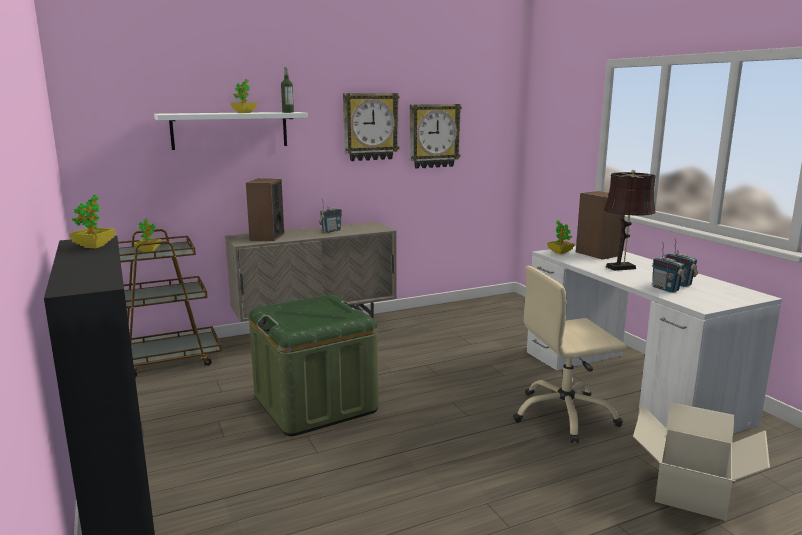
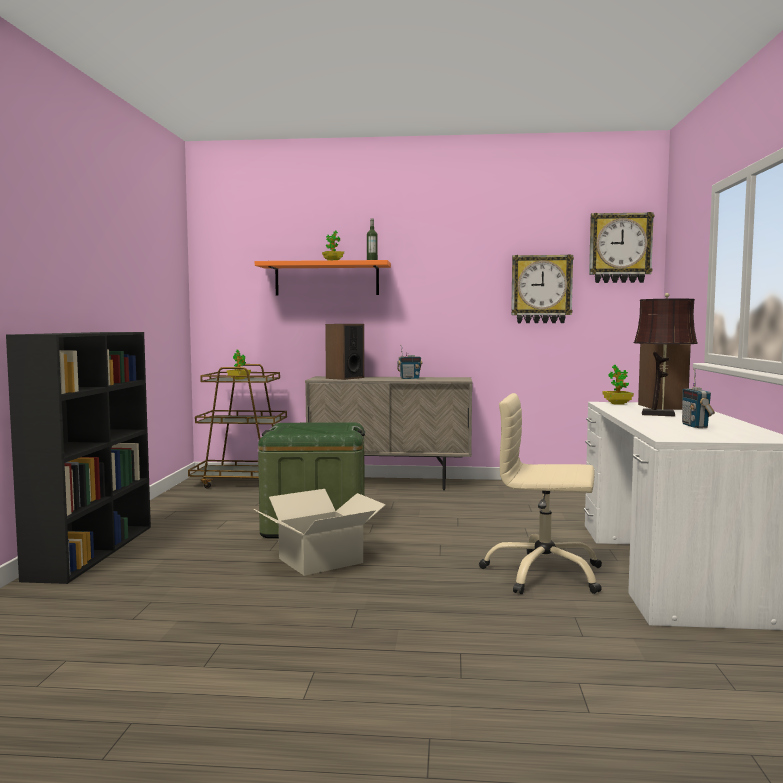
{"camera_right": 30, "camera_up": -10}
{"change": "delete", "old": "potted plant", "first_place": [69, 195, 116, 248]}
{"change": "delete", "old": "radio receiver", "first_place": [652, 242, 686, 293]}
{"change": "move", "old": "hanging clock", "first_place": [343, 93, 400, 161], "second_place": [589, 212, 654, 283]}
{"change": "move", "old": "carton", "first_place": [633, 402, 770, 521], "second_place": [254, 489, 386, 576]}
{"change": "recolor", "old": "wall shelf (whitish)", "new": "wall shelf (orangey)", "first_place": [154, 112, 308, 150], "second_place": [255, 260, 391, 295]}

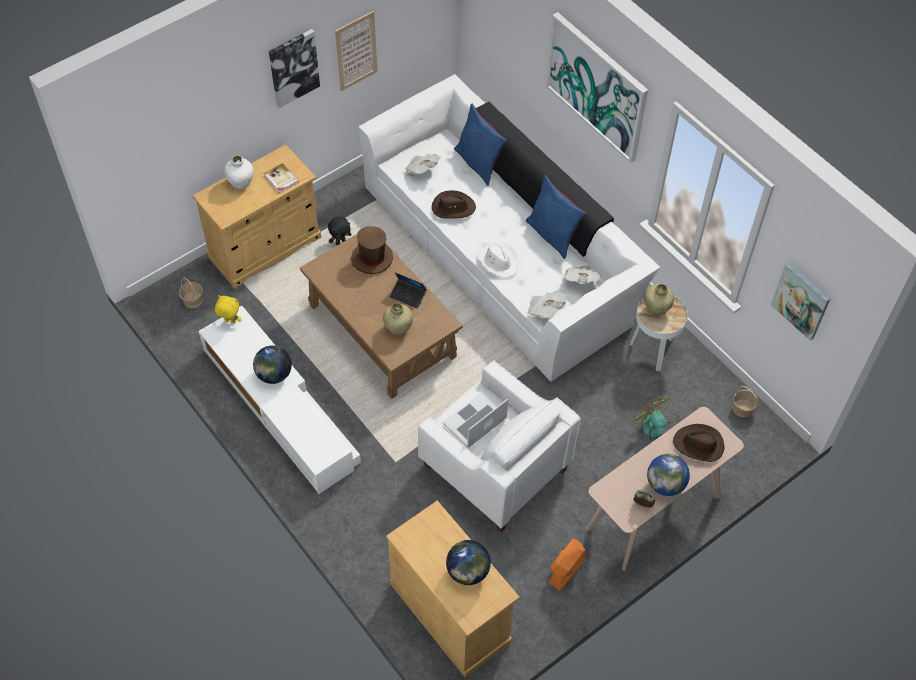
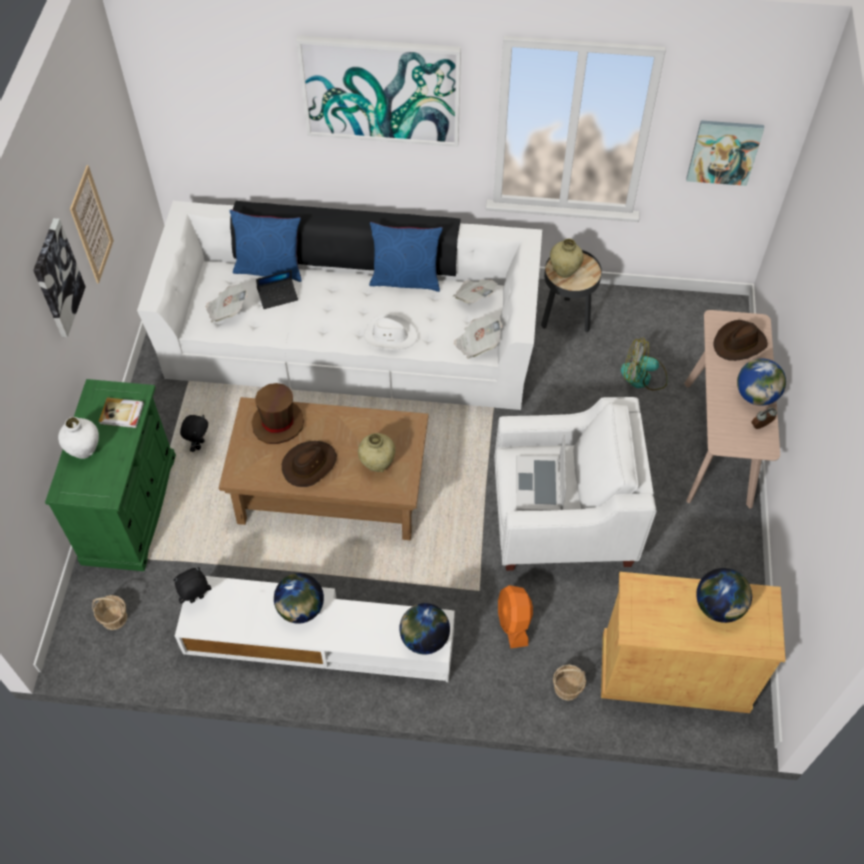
{"camera_right": -45, "camera_up": 0}
{"change": "insert", "new": "globe", "second_place": [399, 603, 450, 655]}
{"change": "move", "old": "laptop", "first_place": [390, 272, 427, 309], "second_place": [256, 270, 298, 309]}
{"change": "move", "old": "wearable hat (brown)", "first_place": [432, 190, 476, 219], "second_place": [282, 441, 337, 487]}
{"change": "move", "old": "cooling fan (orangey)", "first_place": [548, 539, 586, 591], "second_place": [498, 585, 533, 648]}
{"change": "move", "old": "basket", "first_place": [733, 385, 758, 417], "second_place": [553, 665, 586, 701]}
{"change": "recolor", "old": "cabinet (beige)", "new": "cabinet (green)", "first_place": [193, 145, 321, 288], "second_place": [45, 379, 176, 571]}
{"change": "recolor", "old": "plush toy (yellowish)", "new": "plush toy (black)", "first_place": [215, 295, 242, 324], "second_place": [173, 567, 212, 604]}
{"change": "recolor", "old": "side table (whitish)", "new": "side table (black)", "first_place": [630, 296, 688, 371], "second_place": [541, 250, 602, 332]}

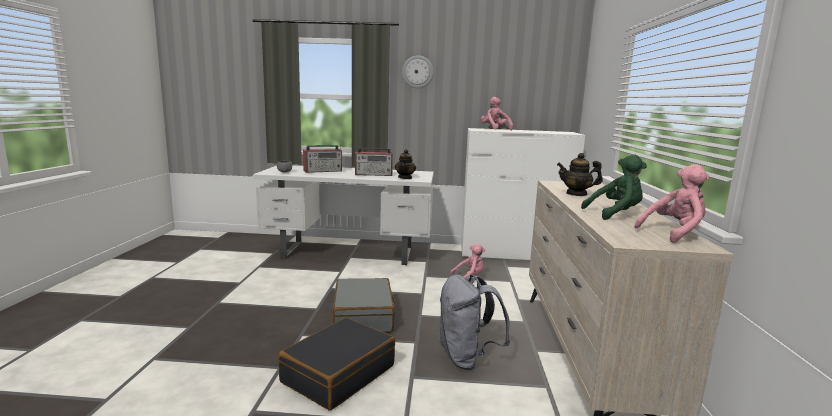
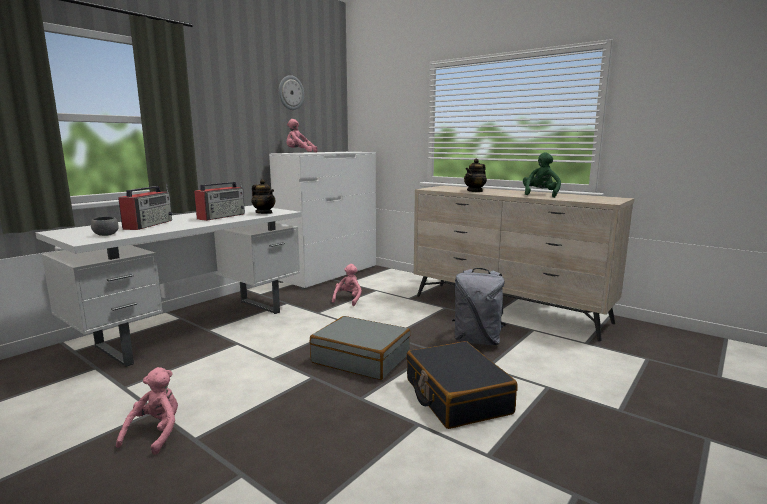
{"camera_right": -55, "camera_up": 0}
{"change": "move", "old": "hanging clock", "first_place": [402, 55, 434, 88], "second_place": [279, 75, 304, 110]}
{"change": "move", "old": "plush toy (pinkish)", "first_place": [634, 164, 709, 243], "second_place": [116, 367, 178, 455]}

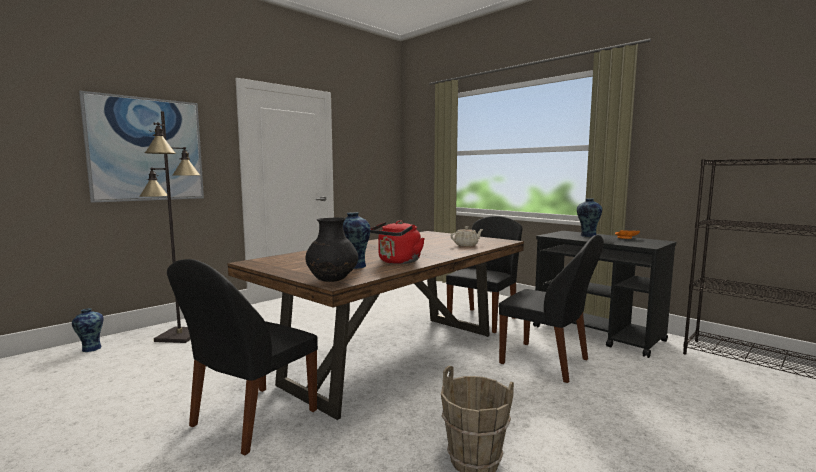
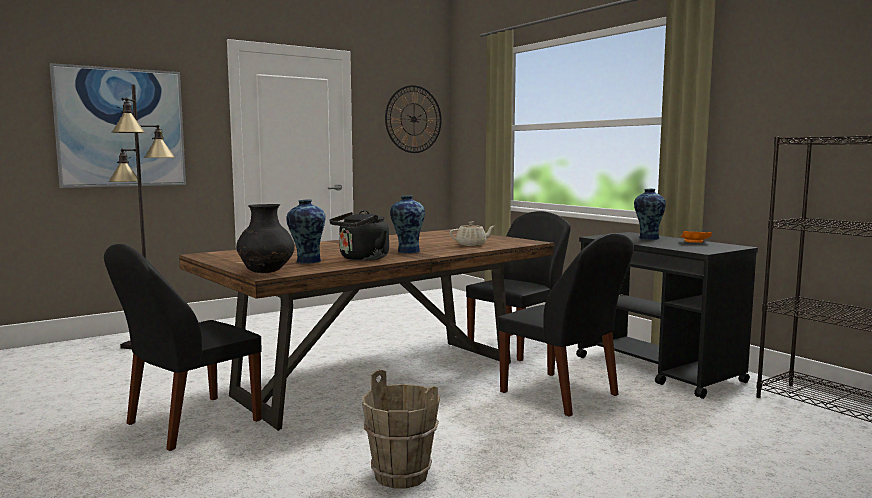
{"camera_right": 10, "camera_up": 0}
{"change": "insert", "new": "hanging clock", "second_place": [385, 85, 442, 153]}
{"change": "move", "old": "flower vase", "first_place": [72, 308, 104, 352], "second_place": [390, 195, 425, 253]}
{"change": "recolor", "old": "tea kettle (red-coloured)", "new": "tea kettle (black)", "first_place": [370, 220, 425, 264], "second_place": [329, 210, 389, 261]}

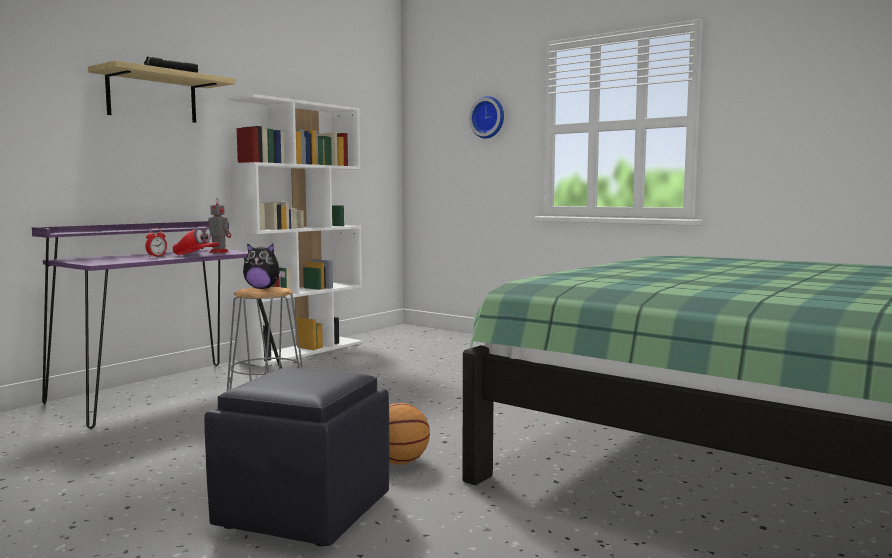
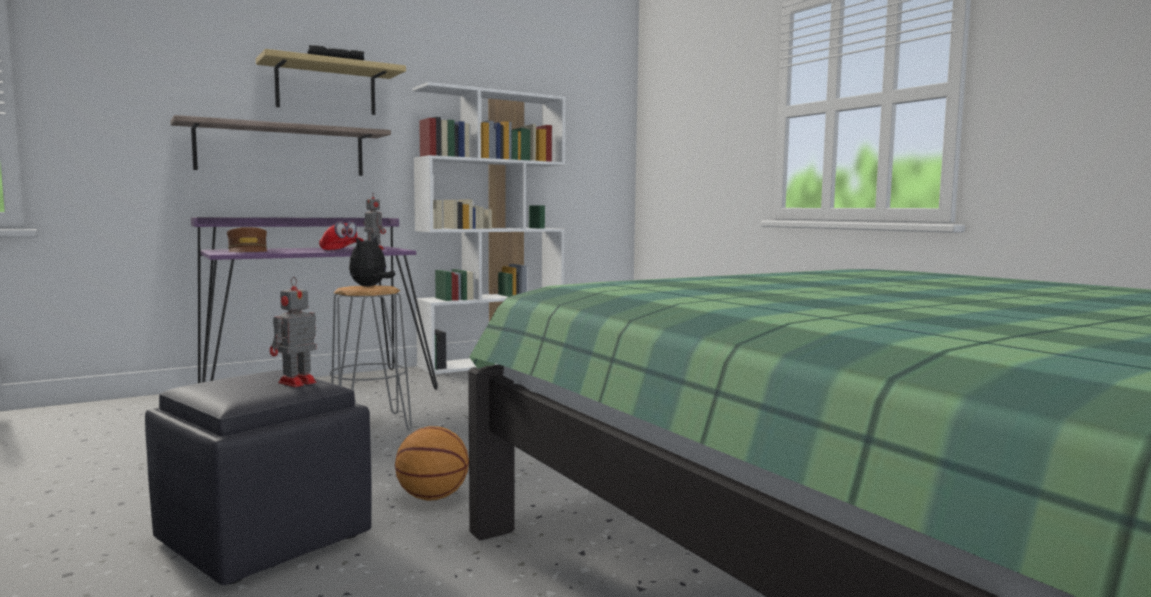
{"camera_right": 20, "camera_up": 0}
{"change": "delete", "old": "alarm clock", "first_place": [145, 228, 167, 257]}
{"change": "delete", "old": "hanging clock", "first_place": [469, 96, 504, 139]}
{"change": "insert", "new": "wall shelf", "second_place": [170, 115, 391, 176]}
{"change": "insert", "new": "baseball cap (brown)", "second_place": [227, 227, 267, 252]}
{"change": "insert", "new": "toy robot", "second_place": [270, 277, 317, 387]}
{"change": "rotate", "old": "plush toy", "first_place": [243, 243, 286, 289], "second_place": [349, 237, 396, 287], "degrees": 90}

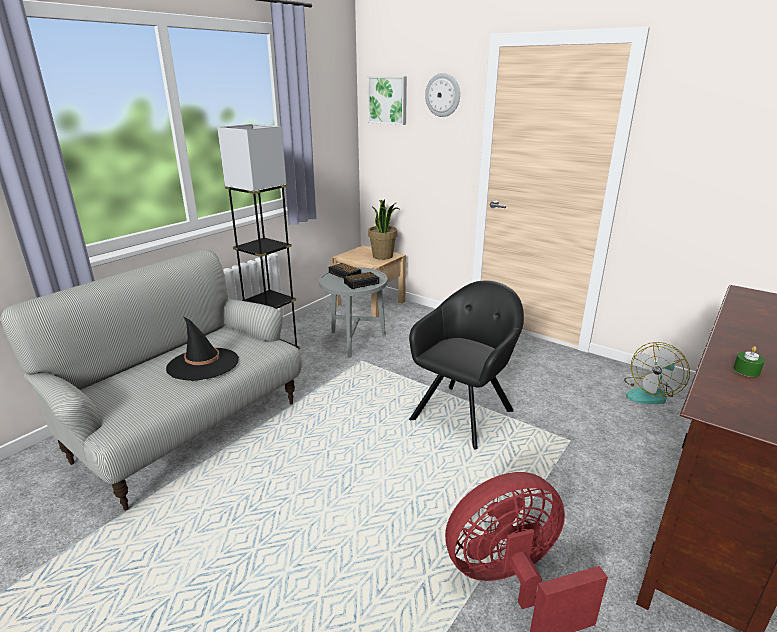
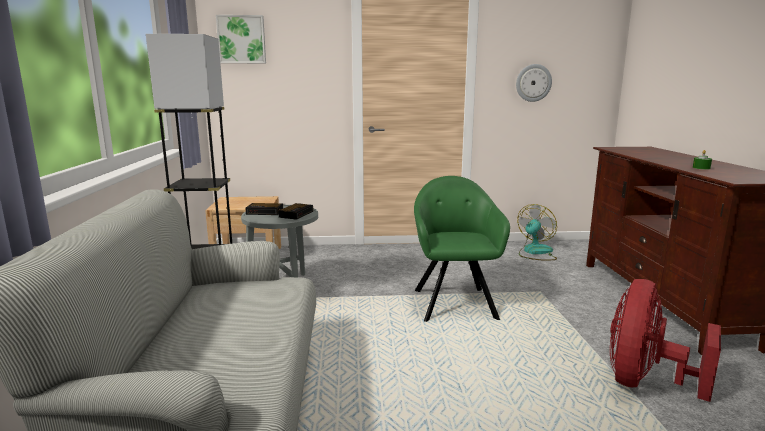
{"camera_right": -40, "camera_up": -10}
{"change": "delete", "old": "wearable hat (black)", "first_place": [166, 316, 239, 381]}
{"change": "delete", "old": "potted plant", "first_place": [368, 200, 399, 260]}
{"change": "move", "old": "hanging clock", "first_place": [425, 73, 460, 117], "second_place": [516, 64, 552, 102]}
{"change": "recolor", "old": "armchair (black)", "new": "armchair (green)", "first_place": [409, 281, 524, 450], "second_place": [414, 176, 510, 322]}
{"change": "rotate", "old": "cooling fan", "first_place": [624, 342, 690, 404], "second_place": [517, 204, 557, 261], "degrees": -150}

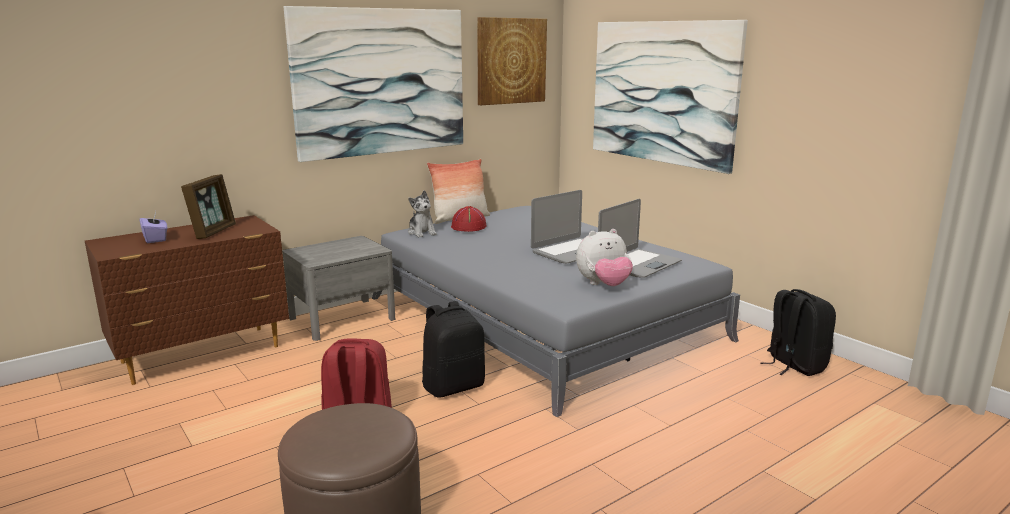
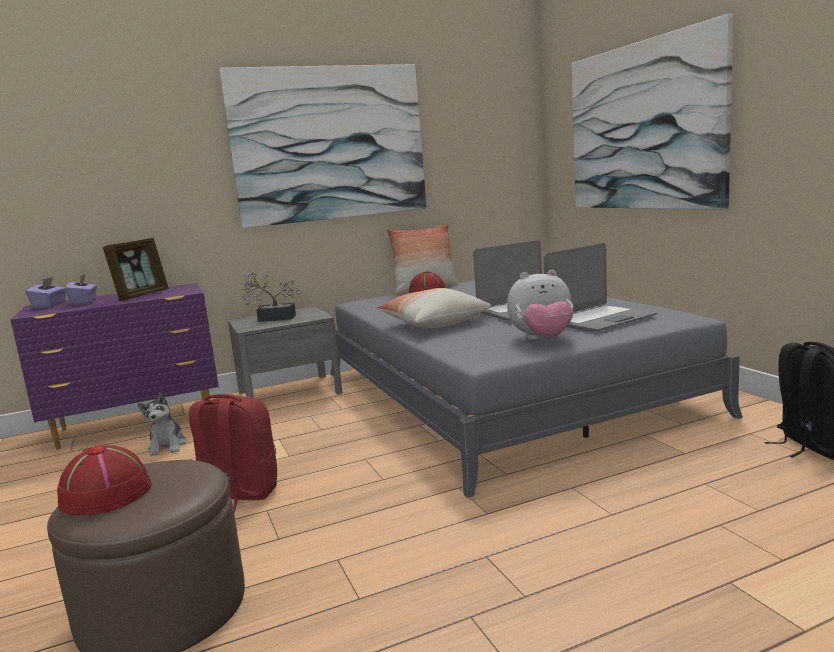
{"camera_right": 15, "camera_up": -5}
{"change": "delete", "old": "rucksack (black)", "first_place": [422, 301, 485, 398]}
{"change": "delete", "old": "wall art", "first_place": [477, 17, 547, 105]}
{"change": "insert", "new": "tissue holder (purplish)", "second_place": [26, 277, 66, 309]}
{"change": "insert", "new": "wearable hat (red-coloured)", "second_place": [57, 445, 152, 515]}
{"change": "insert", "new": "potted plant", "second_place": [240, 272, 301, 322]}
{"change": "insert", "new": "throw pillow", "second_place": [377, 288, 491, 328]}
{"change": "move", "old": "plush toy", "first_place": [408, 190, 437, 237], "second_place": [138, 392, 187, 456]}
{"change": "recolor", "old": "drawer chest (brown)", "new": "drawer chest (purplish)", "first_place": [85, 215, 289, 385], "second_place": [11, 283, 219, 450]}

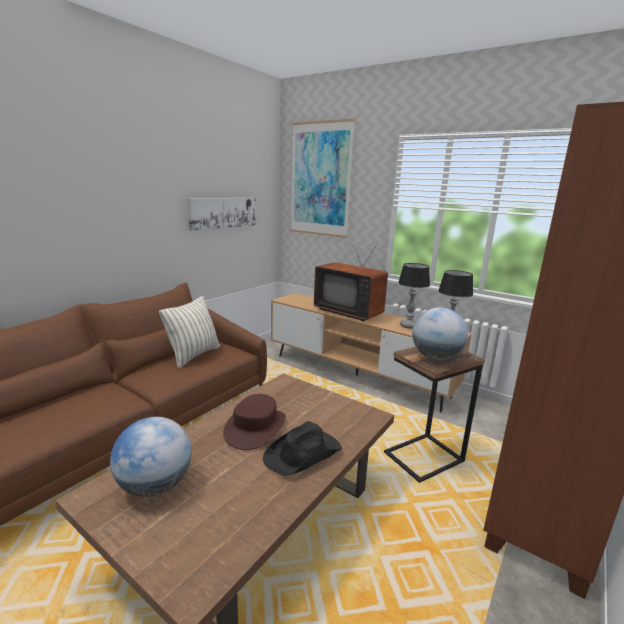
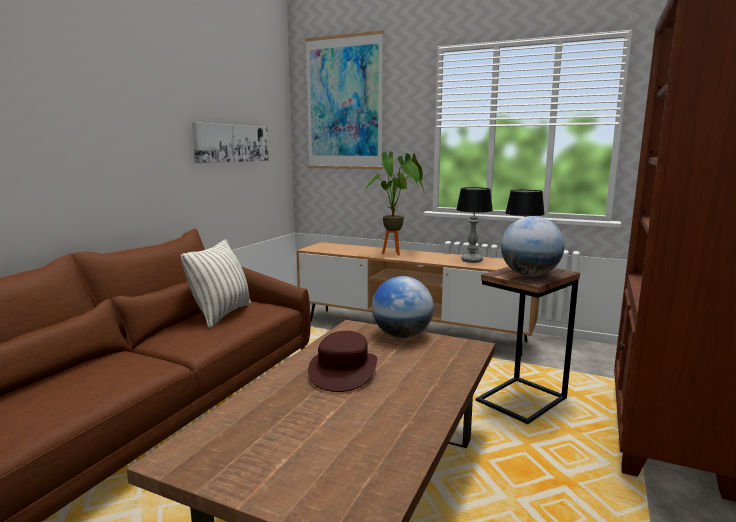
{"camera_right": -10, "camera_up": -5}
{"change": "delete", "old": "wearable hat (black)", "first_place": [263, 421, 342, 476]}
{"change": "move", "old": "globe", "first_place": [110, 417, 192, 497], "second_place": [372, 276, 434, 338]}
{"change": "replace", "old": "television", "new": "potted plant", "first_place": [314, 244, 388, 321], "second_place": [364, 151, 425, 256]}

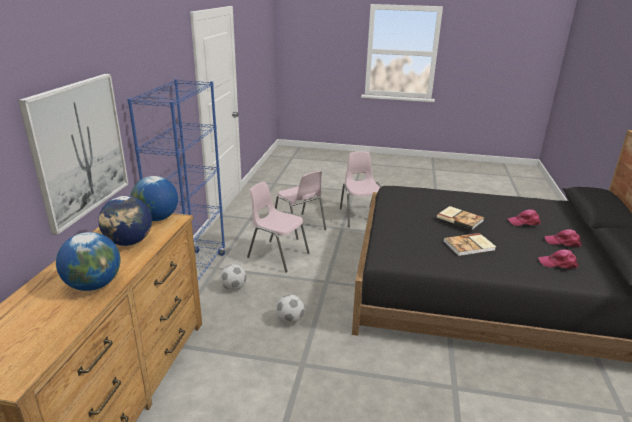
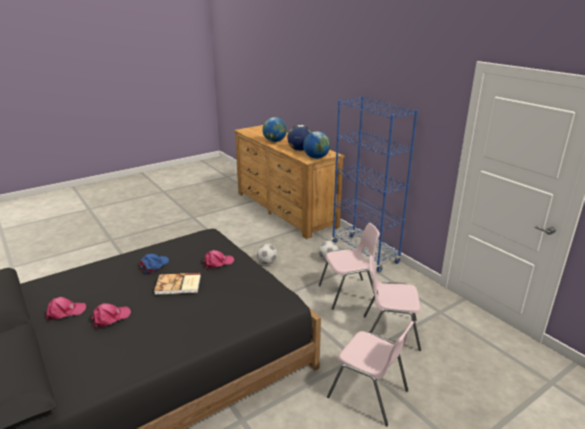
{"camera_right": 135, "camera_up": 0}
{"change": "delete", "old": "wall art", "first_place": [18, 74, 129, 235]}
{"change": "move", "old": "baseball cap (pinkish)", "first_place": [538, 249, 578, 269], "second_place": [203, 250, 234, 270]}
{"change": "replace", "old": "bound book", "new": "baseball cap (blue)", "first_place": [443, 233, 496, 256], "second_place": [140, 254, 169, 274]}

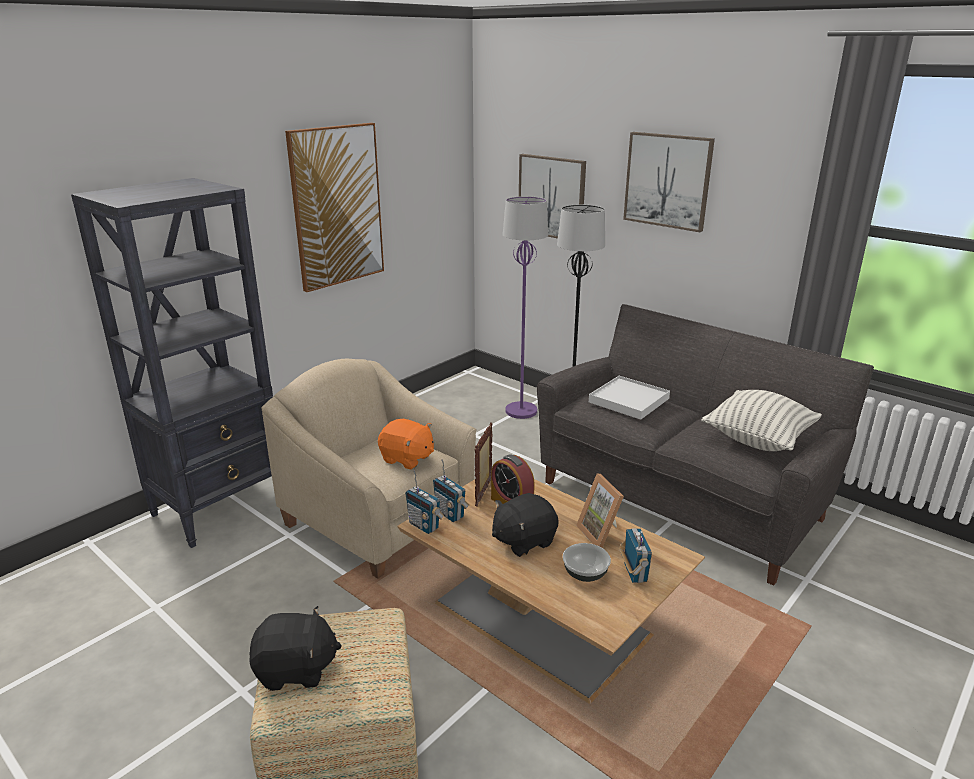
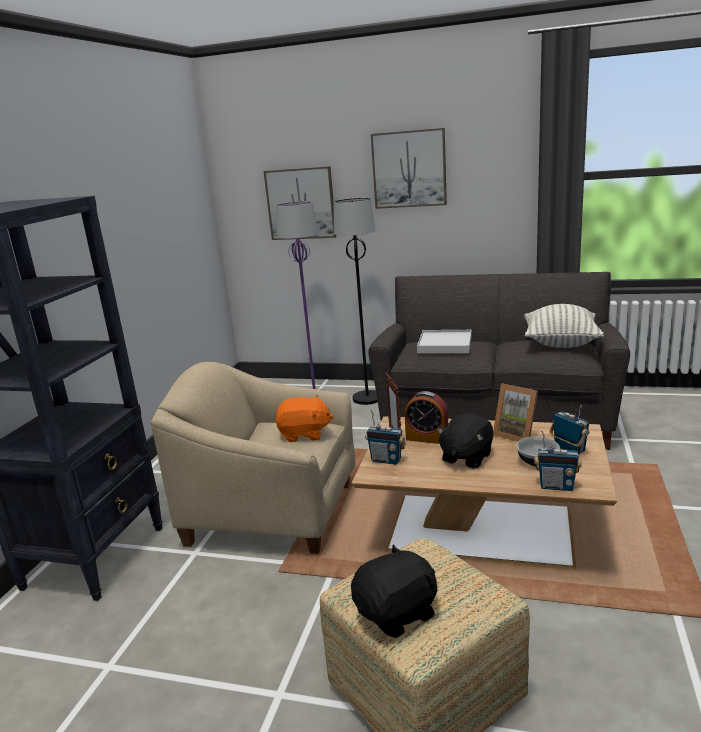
{"camera_right": -25, "camera_up": -5}
{"change": "delete", "old": "wall art", "first_place": [285, 123, 384, 292]}
{"change": "move", "old": "radio receiver", "first_place": [405, 470, 444, 534], "second_place": [534, 431, 582, 491]}

